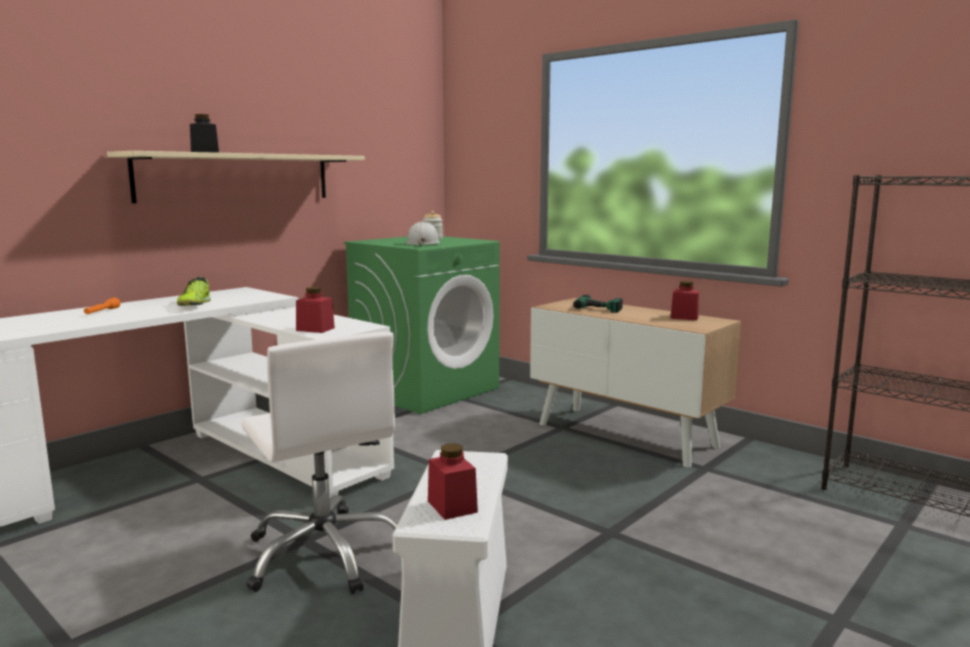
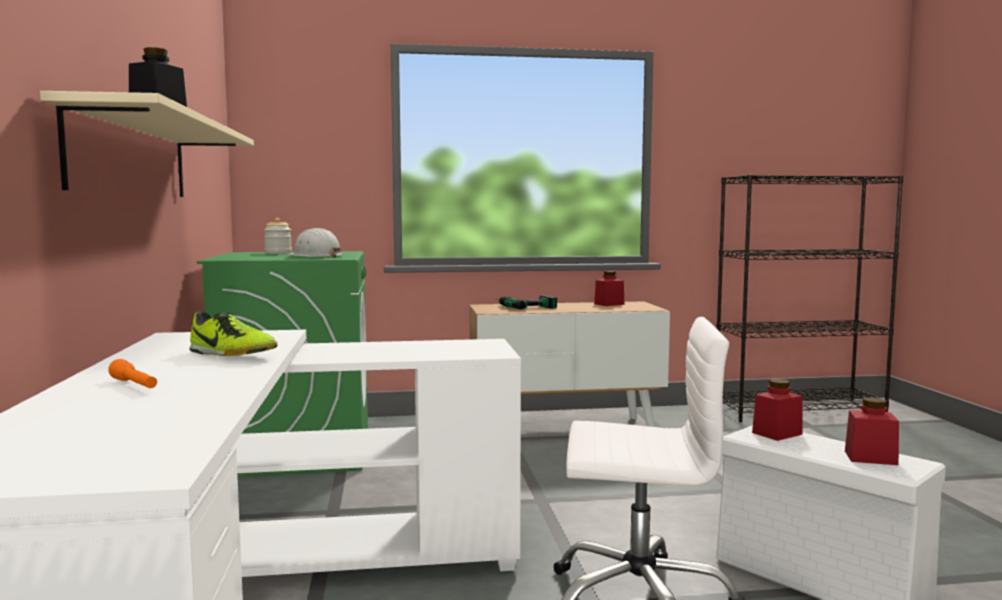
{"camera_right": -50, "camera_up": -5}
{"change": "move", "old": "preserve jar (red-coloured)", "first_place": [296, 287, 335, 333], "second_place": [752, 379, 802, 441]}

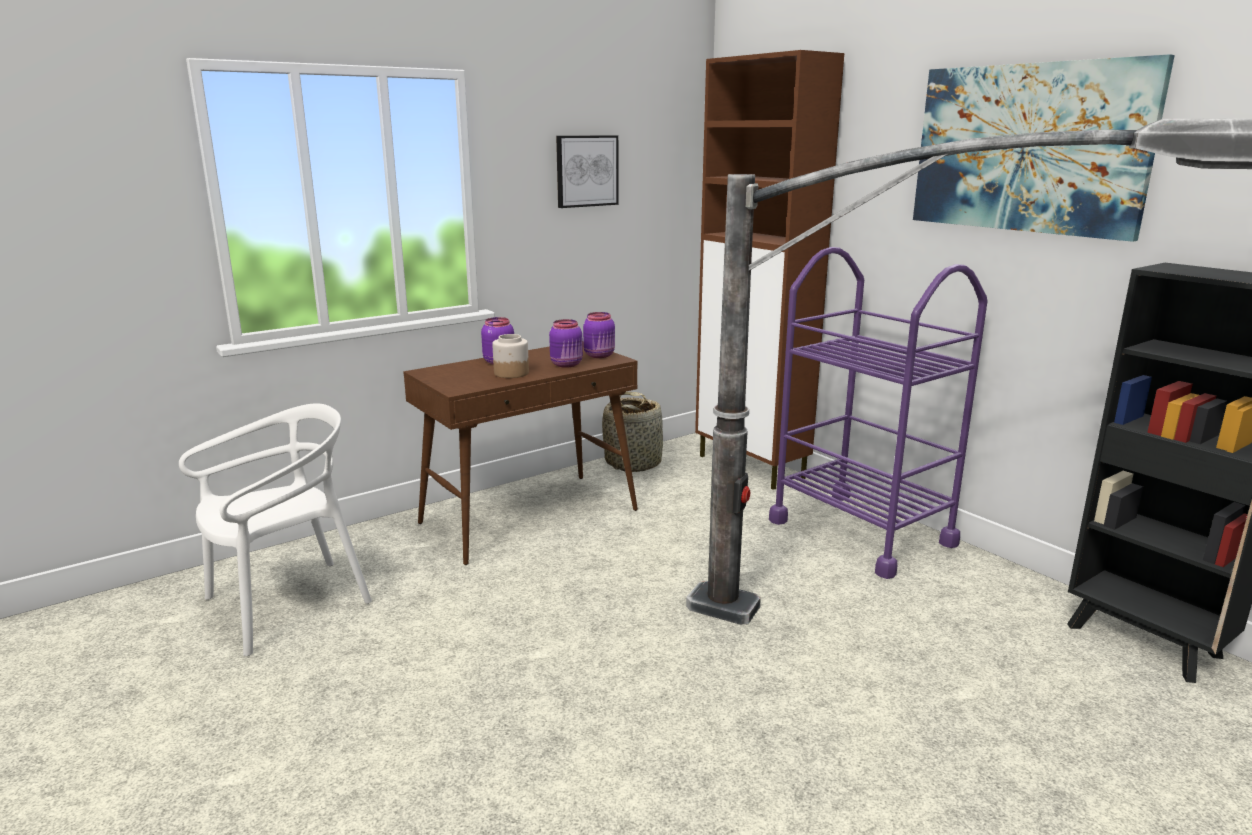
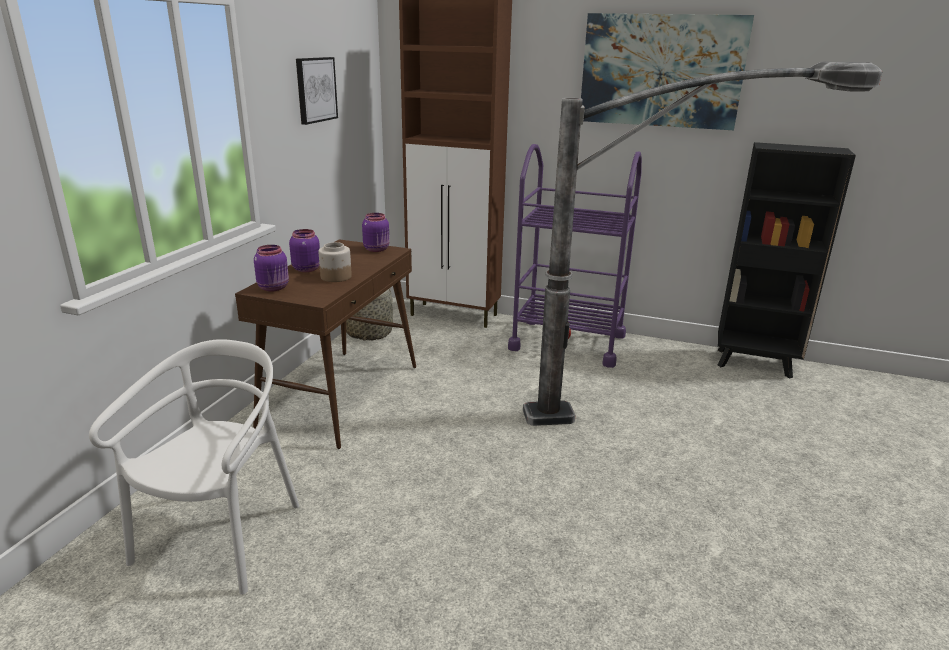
{"camera_right": -35, "camera_up": 5}
{"change": "move", "old": "preserve jar (purplish)", "first_place": [549, 319, 583, 368], "second_place": [254, 245, 289, 292]}

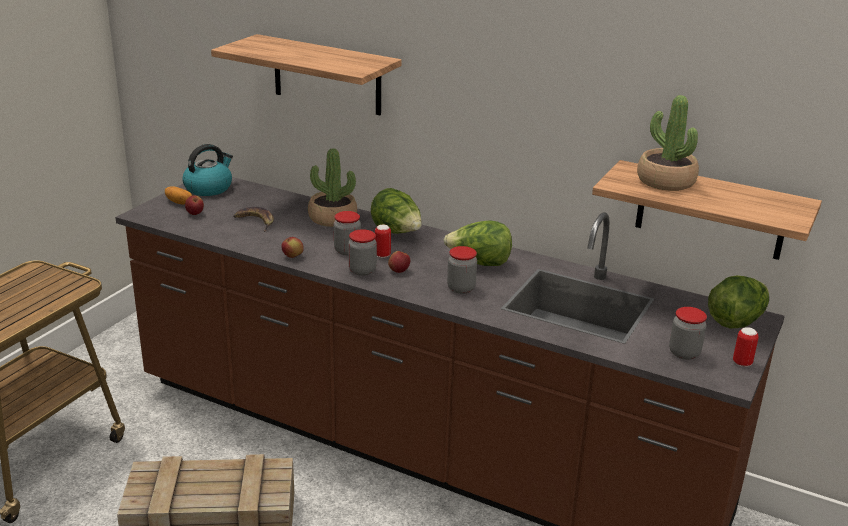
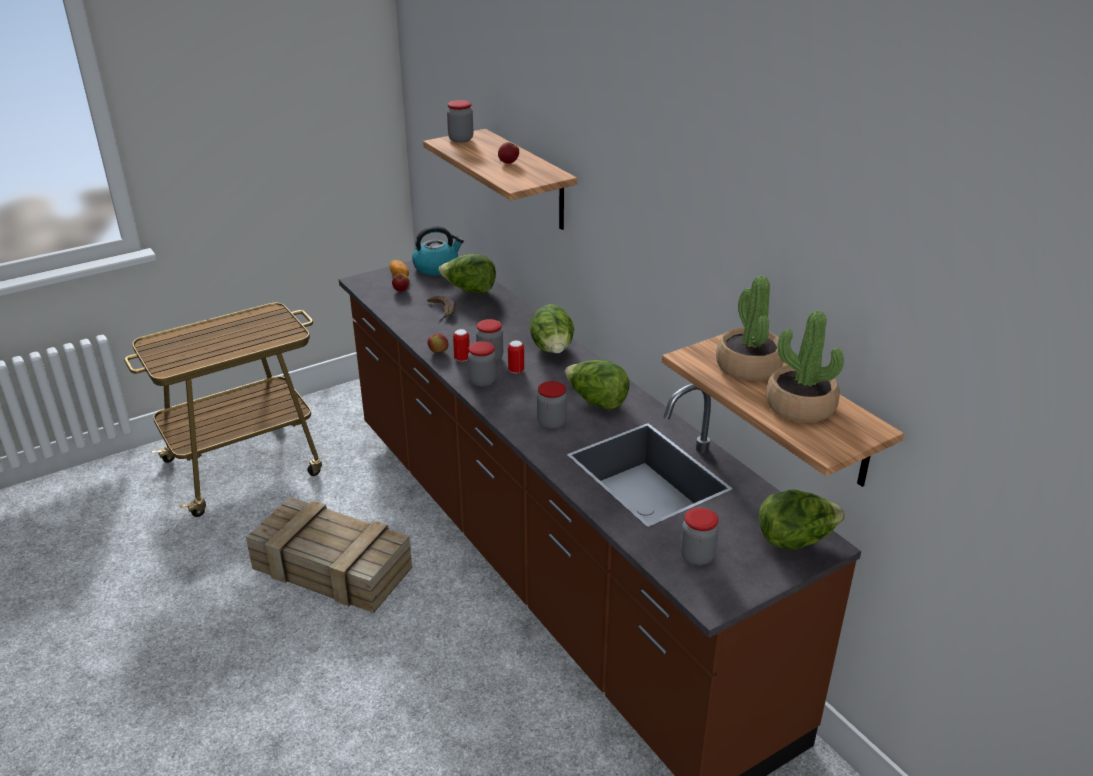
{"camera_right": 30, "camera_up": 5}
{"change": "insert", "new": "lettuce", "second_place": [439, 254, 496, 293]}
{"change": "insert", "new": "preserve jar", "second_place": [447, 100, 473, 143]}
{"change": "move", "old": "potted plant", "first_place": [308, 148, 357, 227], "second_place": [766, 311, 844, 423]}
{"change": "move", "old": "apple", "first_place": [388, 251, 410, 273], "second_place": [498, 142, 519, 164]}
{"change": "move", "old": "sealed can", "first_place": [733, 327, 759, 367], "second_place": [453, 329, 470, 362]}

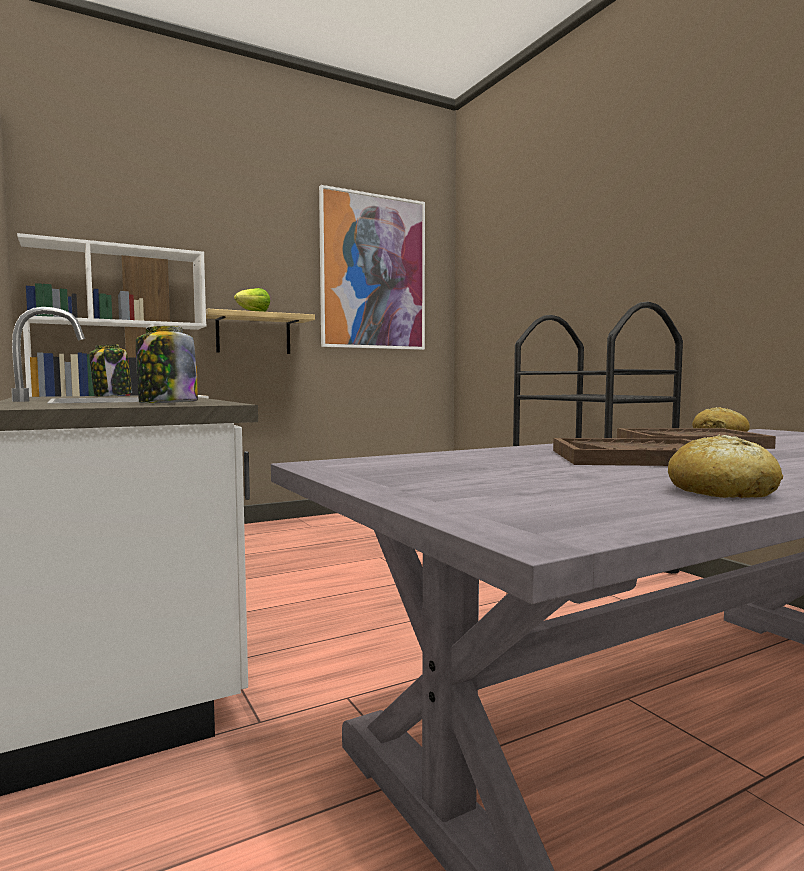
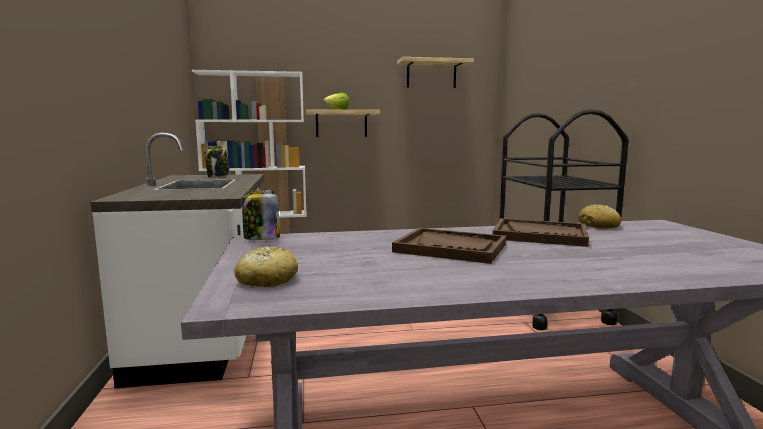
{"camera_right": 20, "camera_up": 5}
{"change": "move", "old": "preserve jar", "first_place": [136, 326, 198, 403], "second_place": [242, 190, 280, 240]}
{"change": "move", "old": "baked bread", "first_place": [668, 434, 783, 498], "second_place": [235, 246, 298, 287]}
{"change": "replace", "old": "wall art", "new": "wall shelf", "first_place": [319, 185, 425, 350], "second_place": [398, 57, 474, 88]}

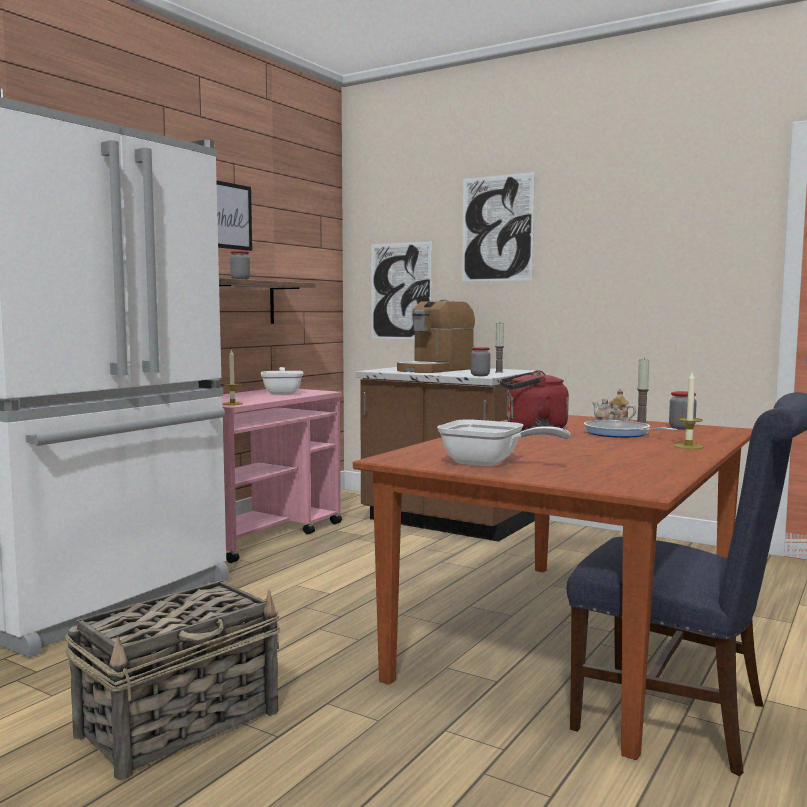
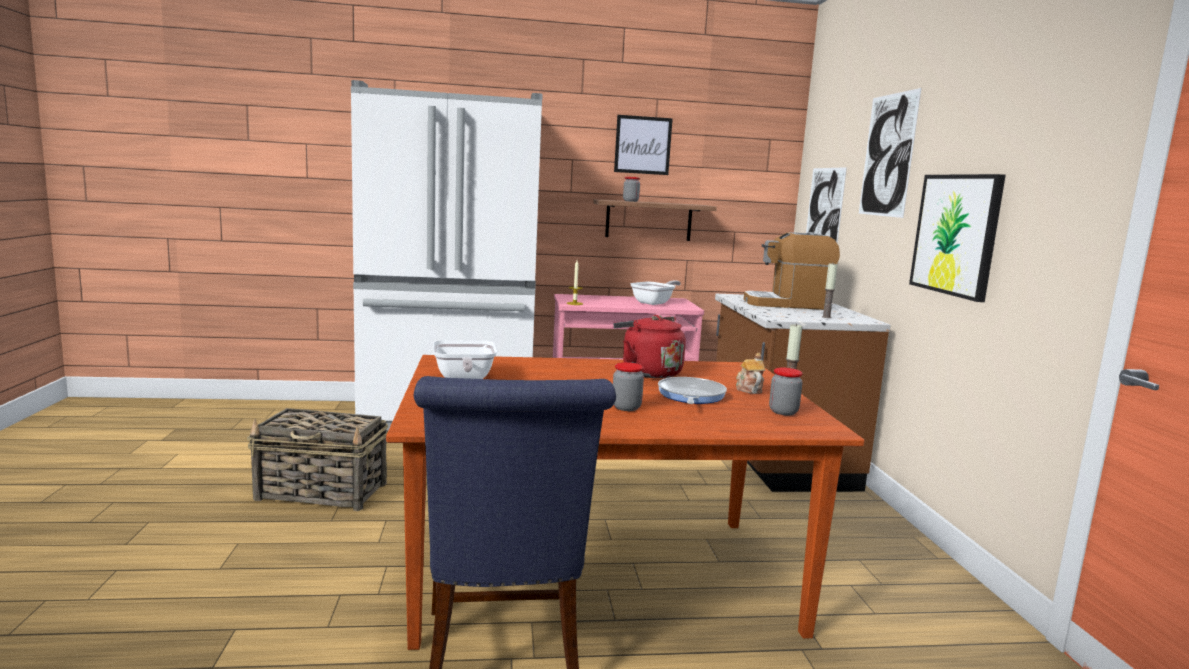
{"camera_right": 50, "camera_up": 5}
{"change": "delete", "old": "candle", "first_place": [674, 373, 704, 449]}
{"change": "insert", "new": "wall art", "second_place": [909, 174, 1006, 302]}
{"change": "move", "old": "preserve jar", "first_place": [470, 347, 490, 376], "second_place": [613, 362, 644, 411]}

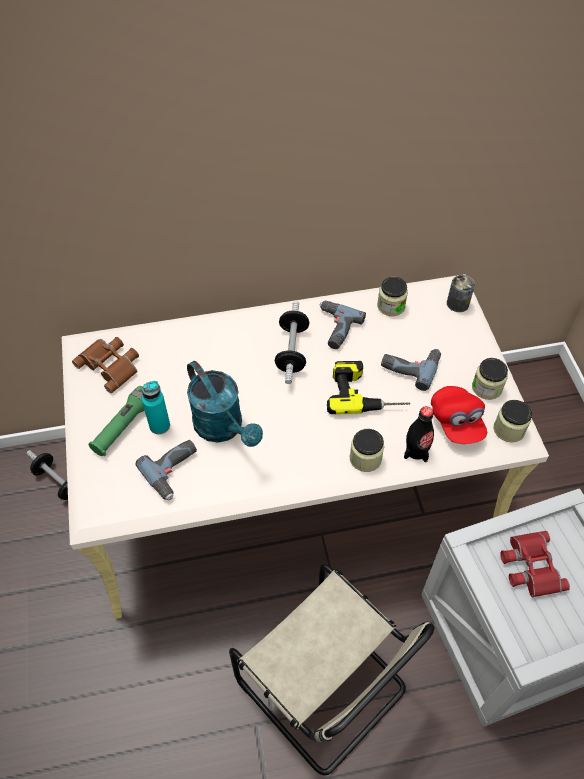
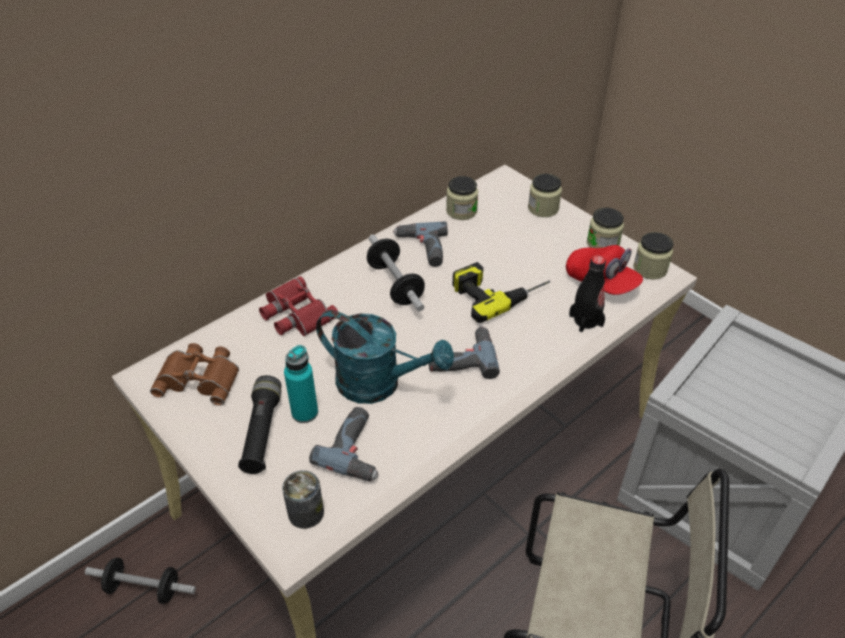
{"camera_right": -30, "camera_up": -10}
{"change": "move", "old": "preserve jar", "first_place": [350, 429, 384, 472], "second_place": [528, 174, 562, 217]}
{"change": "move", "old": "electric drill", "first_place": [381, 349, 441, 391], "second_place": [429, 327, 500, 379]}
{"change": "move", "old": "sealed can", "first_place": [447, 275, 475, 312], "second_place": [282, 470, 324, 529]}
{"change": "move", "old": "pair of binoculars (red-coloured)", "first_place": [500, 531, 570, 597], "second_place": [259, 276, 338, 336]}
{"change": "recolor", "old": "hand torch (green)", "new": "hand torch (black)", "first_place": [88, 386, 145, 456], "second_place": [238, 375, 281, 474]}

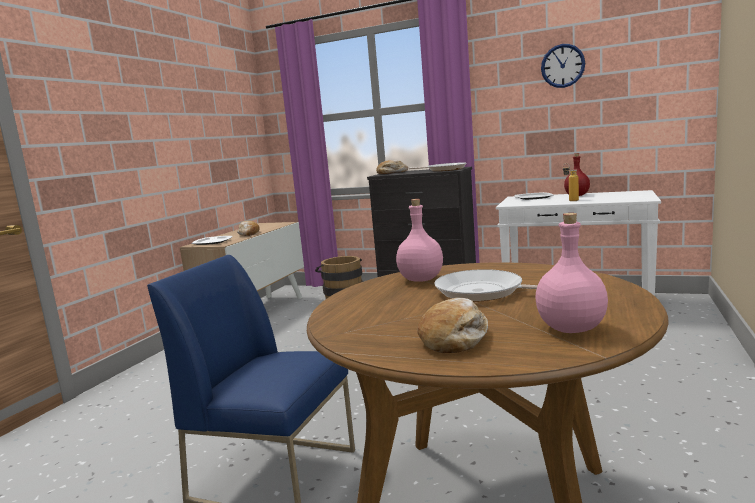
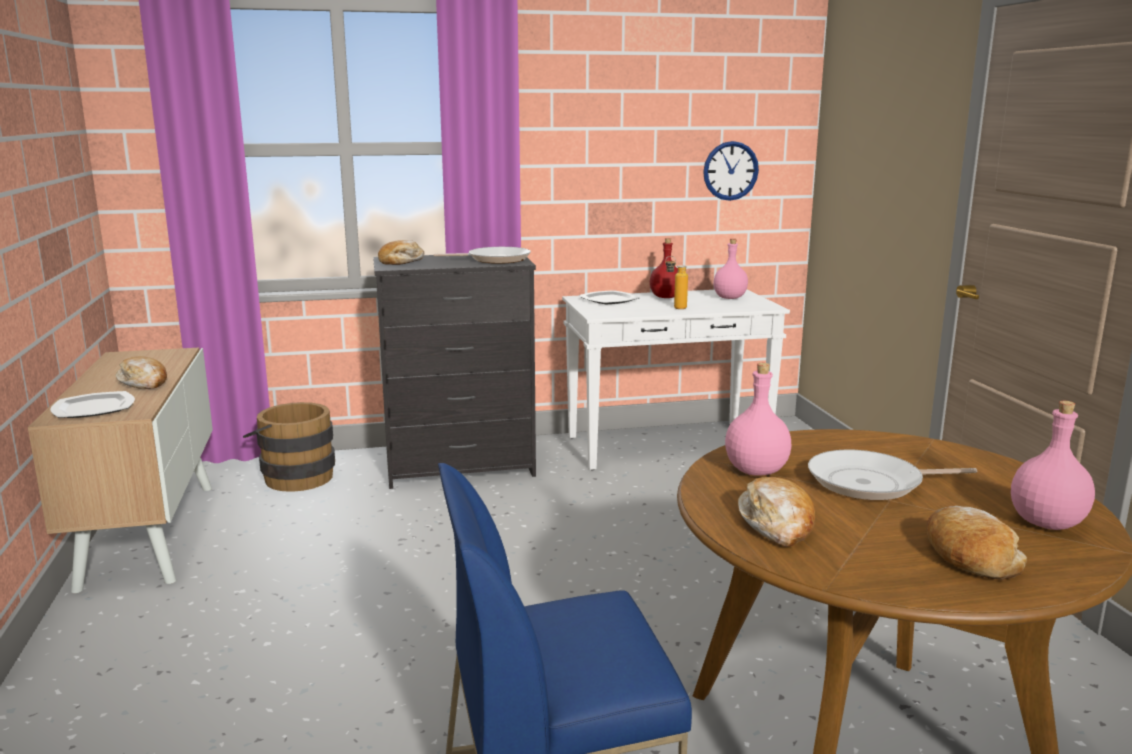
{"camera_right": -35, "camera_up": 5}
{"change": "insert", "new": "beverage bottle (pinkish)", "second_place": [713, 239, 748, 299]}
{"change": "insert", "new": "baked bread", "second_place": [738, 477, 815, 547]}
{"change": "move", "old": "hanging clock", "first_place": [541, 44, 585, 88], "second_place": [703, 141, 759, 201]}

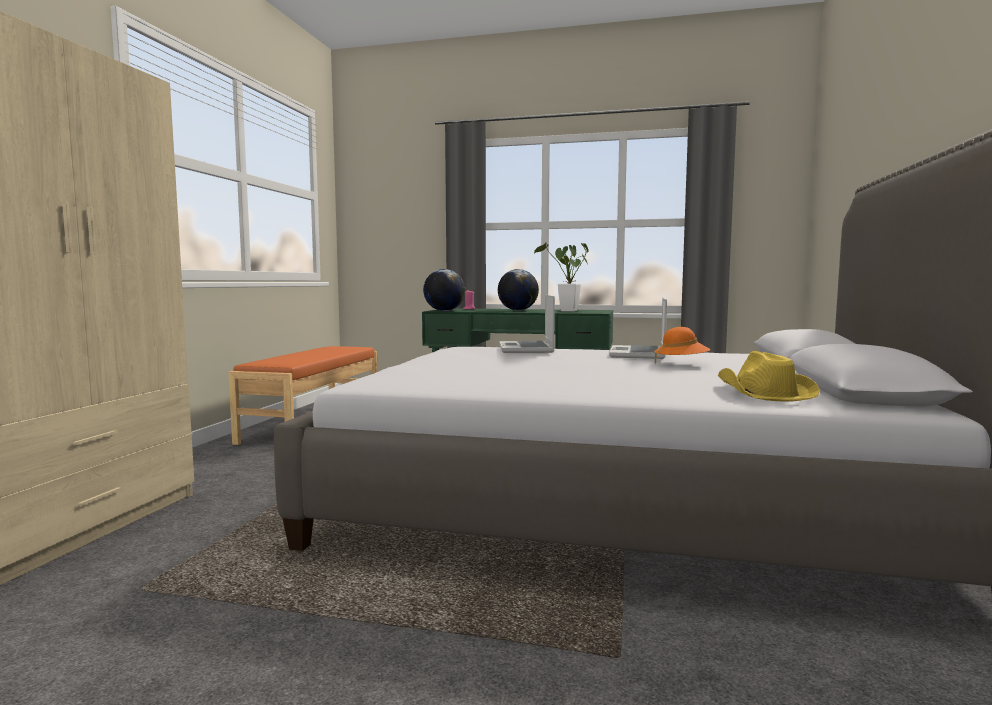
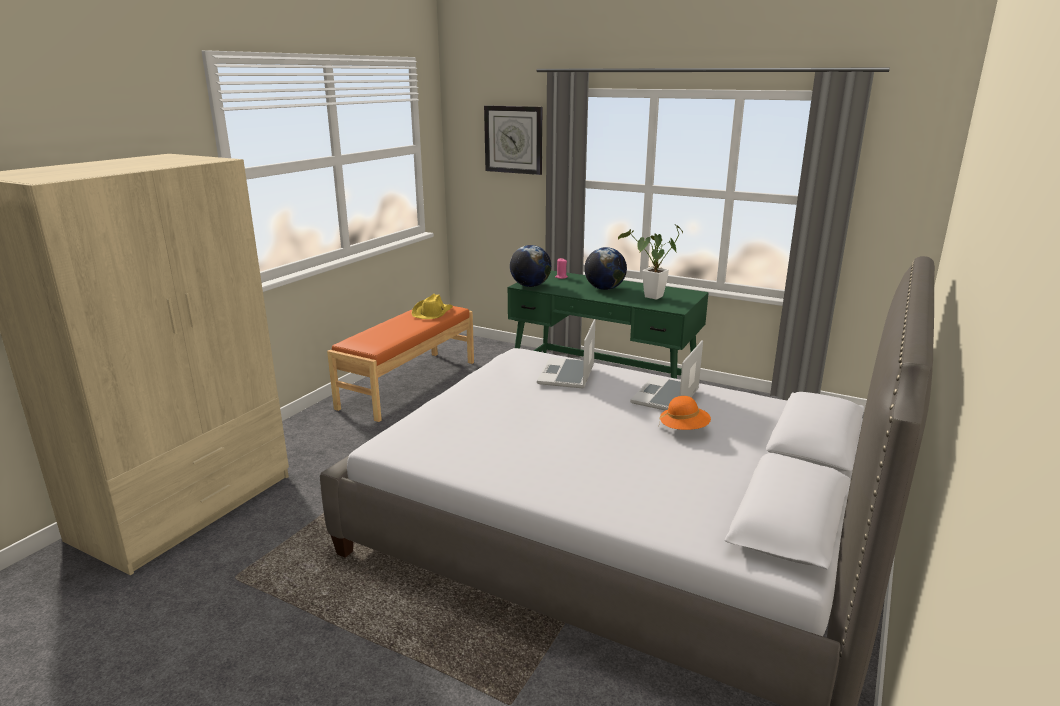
{"camera_right": 15, "camera_up": 15}
{"change": "insert", "new": "hanging clock", "second_place": [484, 105, 542, 175]}
{"change": "move", "old": "wearable hat (yellowish)", "first_place": [718, 351, 820, 402], "second_place": [411, 294, 453, 319]}

